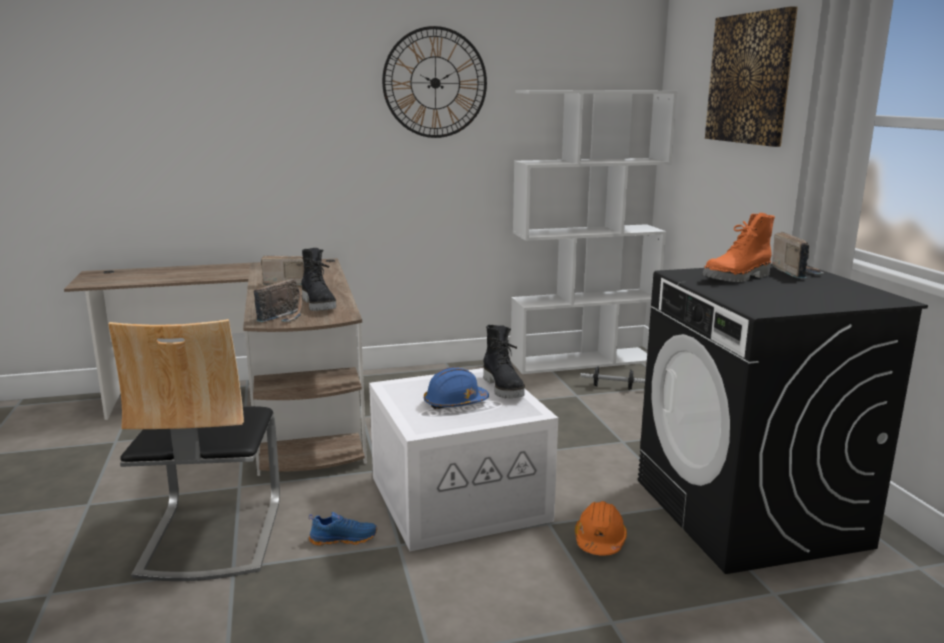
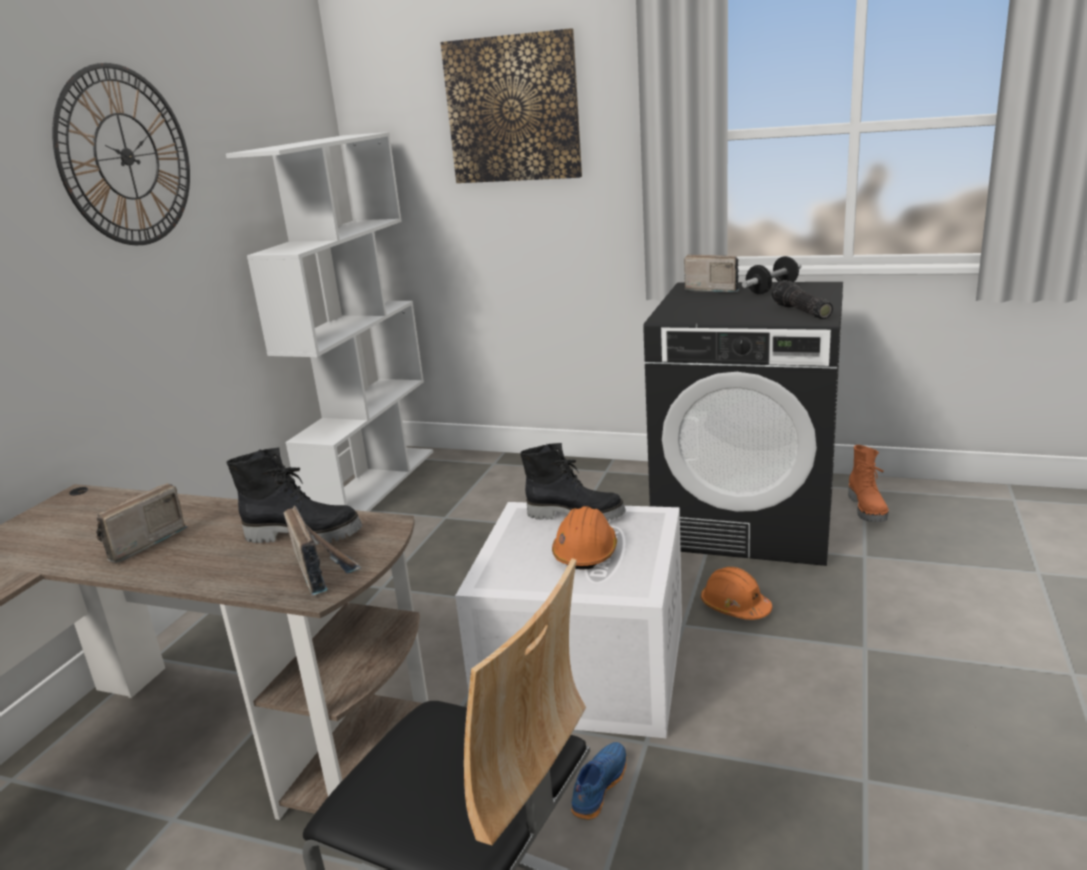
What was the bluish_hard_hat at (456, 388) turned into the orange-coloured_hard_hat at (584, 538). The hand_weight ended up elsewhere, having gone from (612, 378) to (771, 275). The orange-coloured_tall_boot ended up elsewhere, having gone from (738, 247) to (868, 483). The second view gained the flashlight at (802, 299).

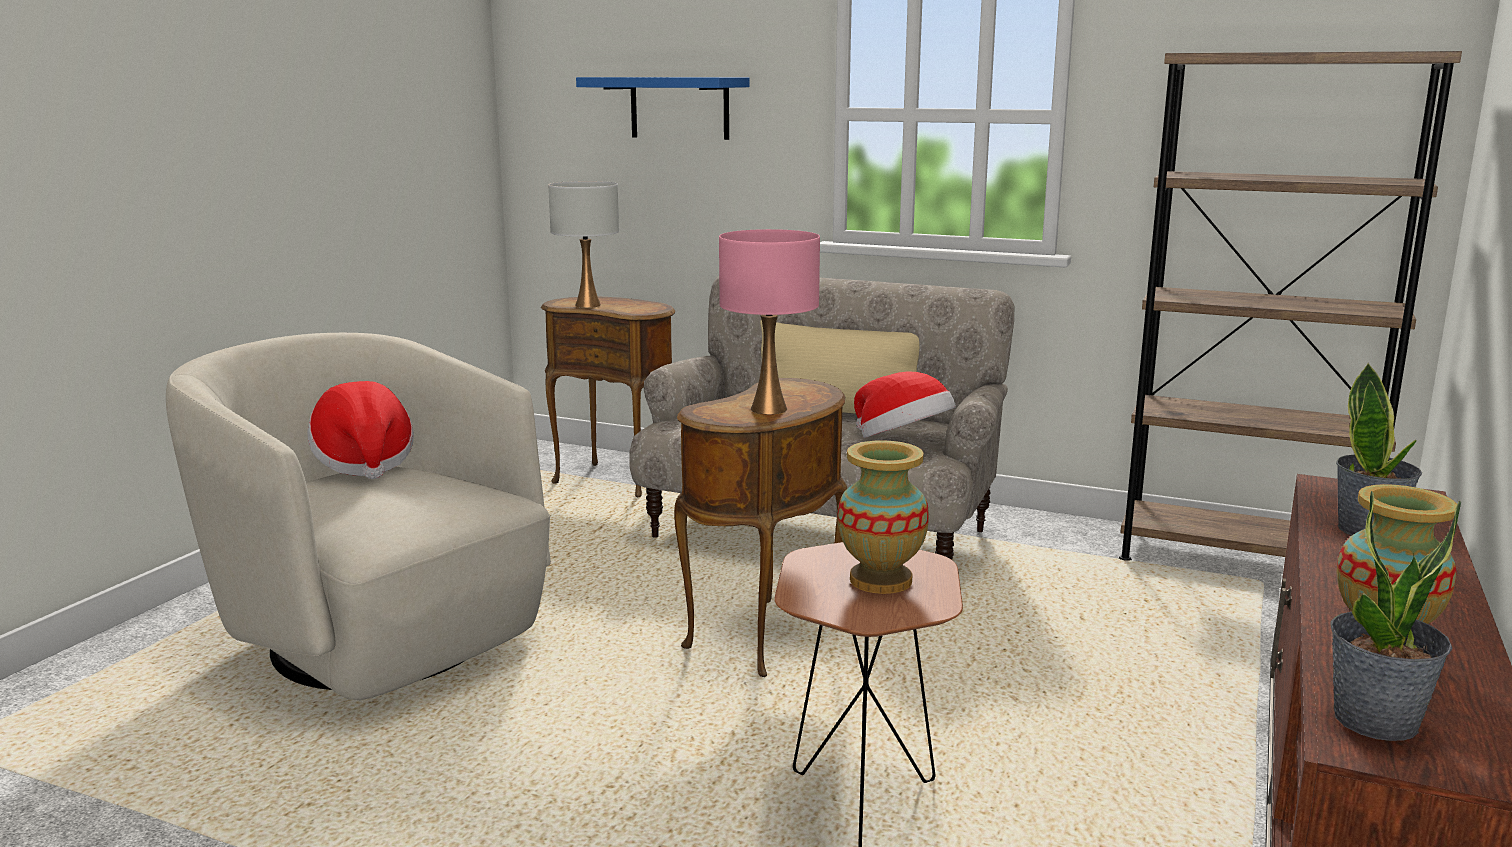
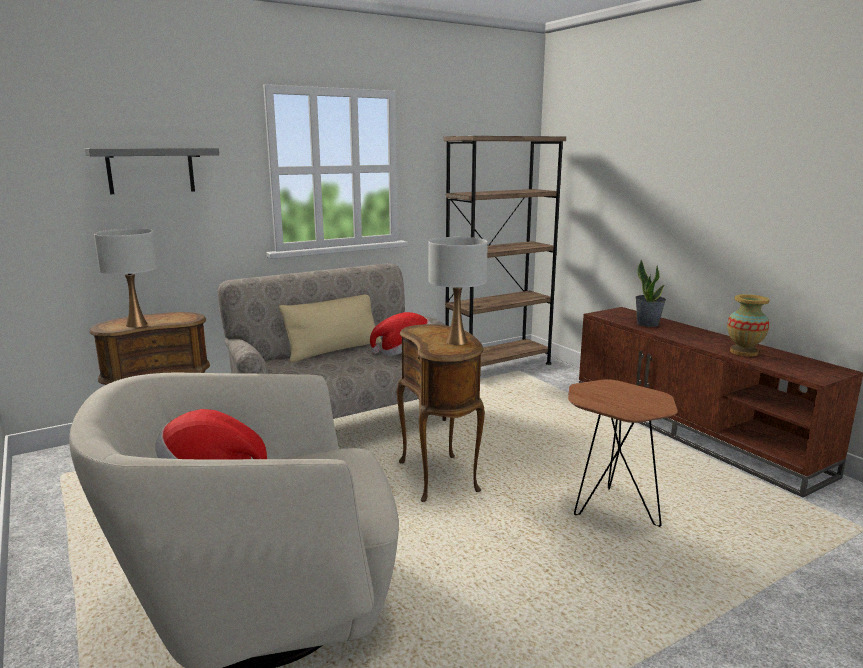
What was the bluish_shelf at (662, 108) turned into the grey_shelf at (152, 171). What was the pinkish_tabletop_lamp at (769, 321) turned into the whitish_tabletop_lamp at (458, 291). The second view lost the flower_vase at (883, 517). The second view lost the potted_plant at (1395, 616).

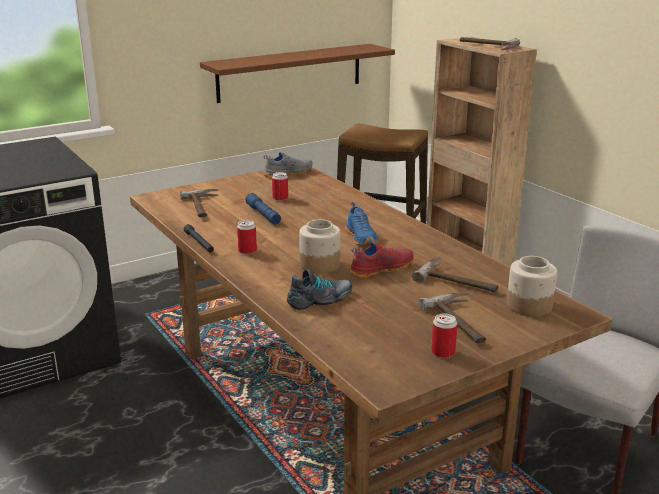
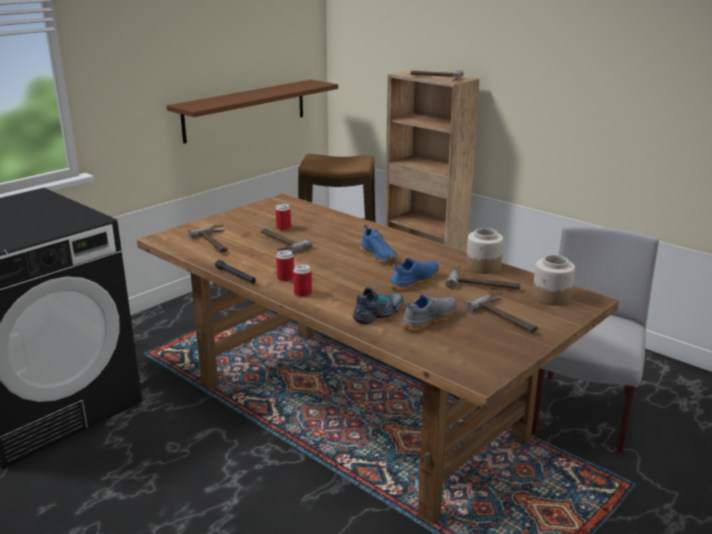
Where the bluish_flashlight stood at (263, 209), the hand_hammer came to stand at (286, 241). The grey_low_shoe ended up elsewhere, having gone from (288, 165) to (429, 312). The storage_jar ended up elsewhere, having gone from (319, 246) to (484, 251). What was the red_low_shoe at (382, 260) turned into the bluish_low_shoe at (414, 274). The metal_can ended up elsewhere, having gone from (444, 336) to (302, 280).

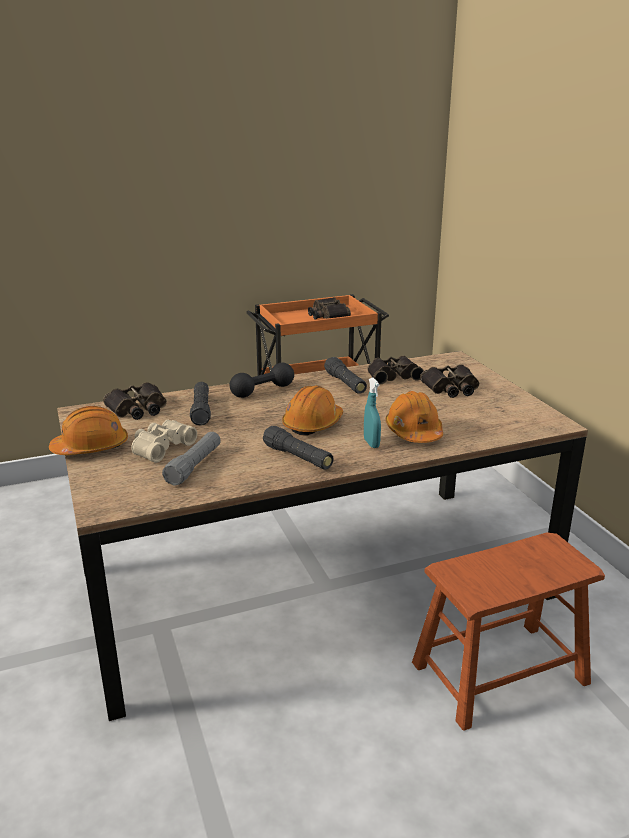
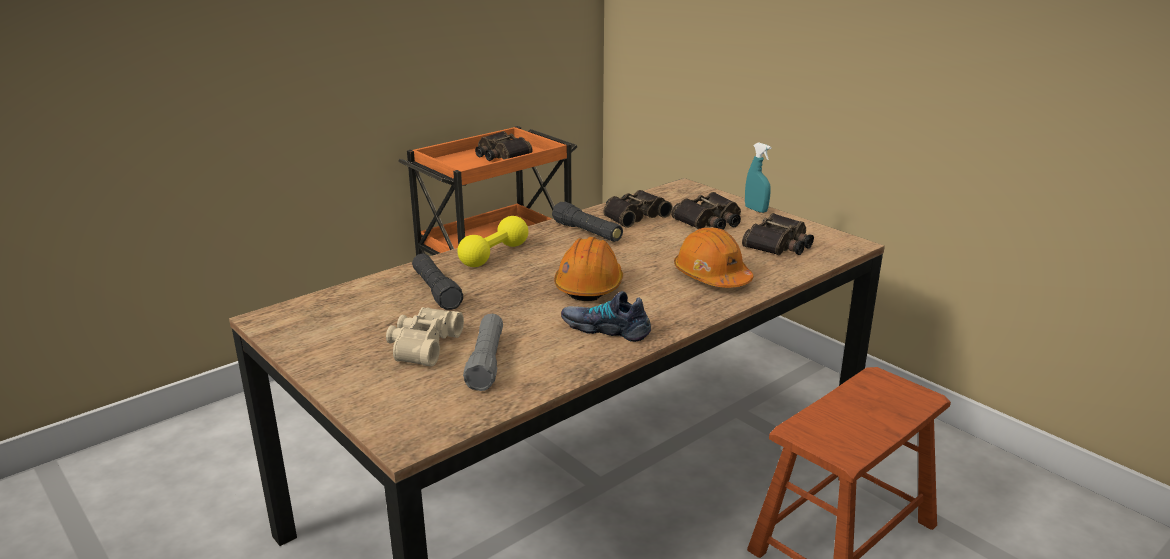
The second view lost the orange-coloured_hard_hat at (88, 430). The field_glasses ended up elsewhere, having gone from (135, 401) to (778, 234). What was the blackish_hand_weight at (262, 380) turned into the yellow-coloured_hand_weight at (492, 241). Where the blackish_flashlight stood at (298, 447), the low_shoe came to stand at (606, 316). The blue-green_hand_sprayer ended up elsewhere, having gone from (372, 413) to (758, 177).

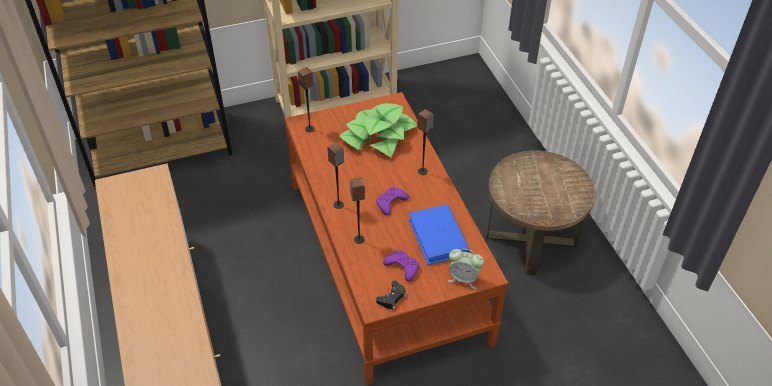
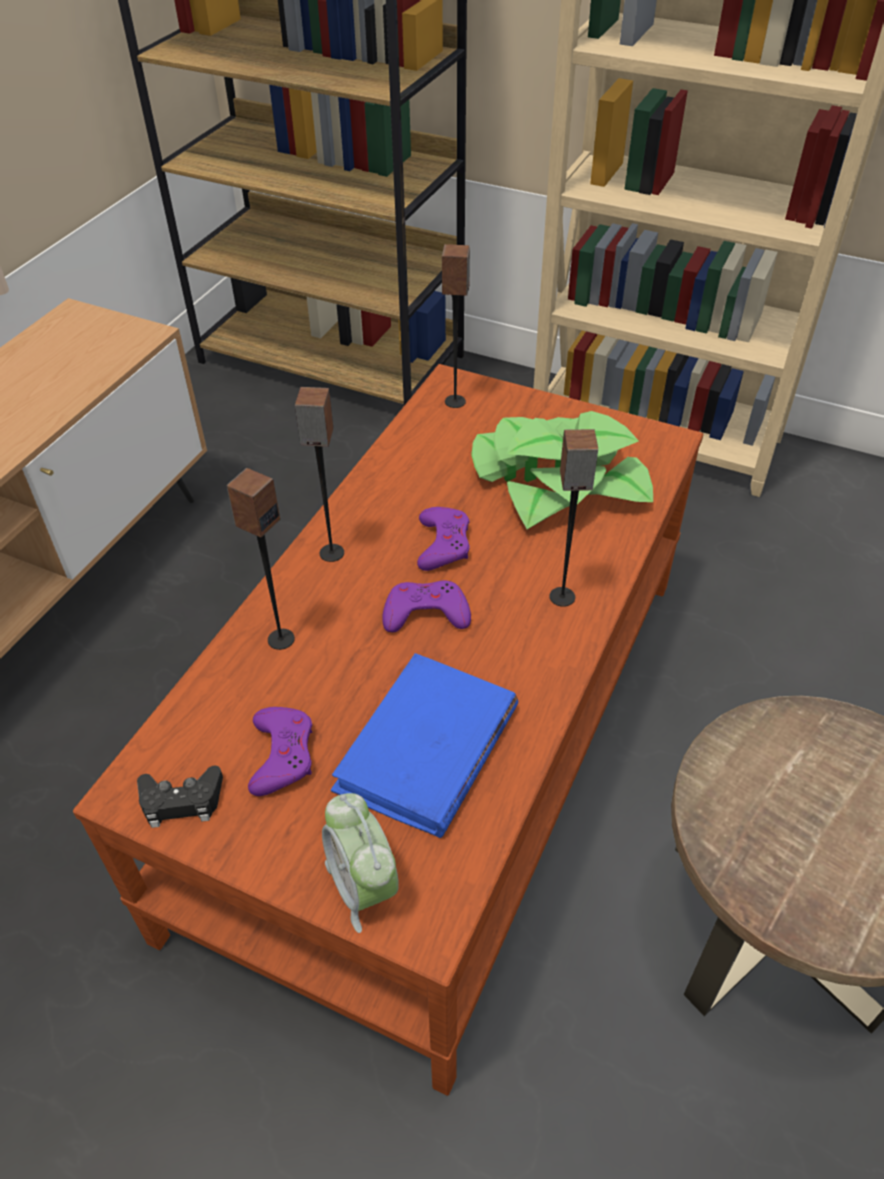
The second view gained the purple_game_controller at (443, 539).

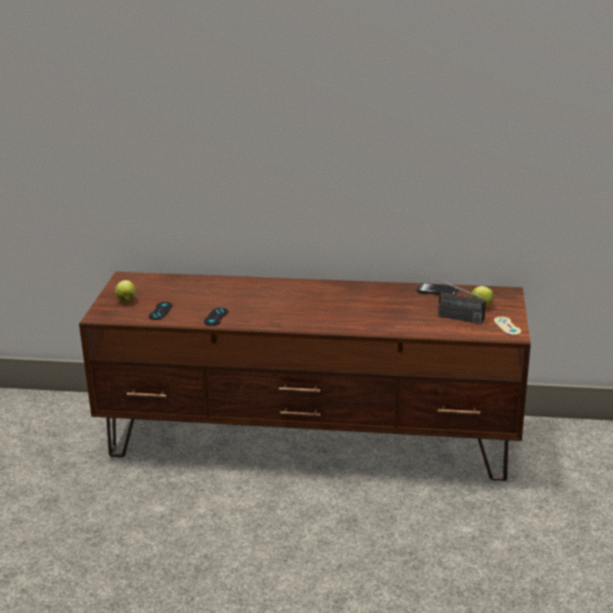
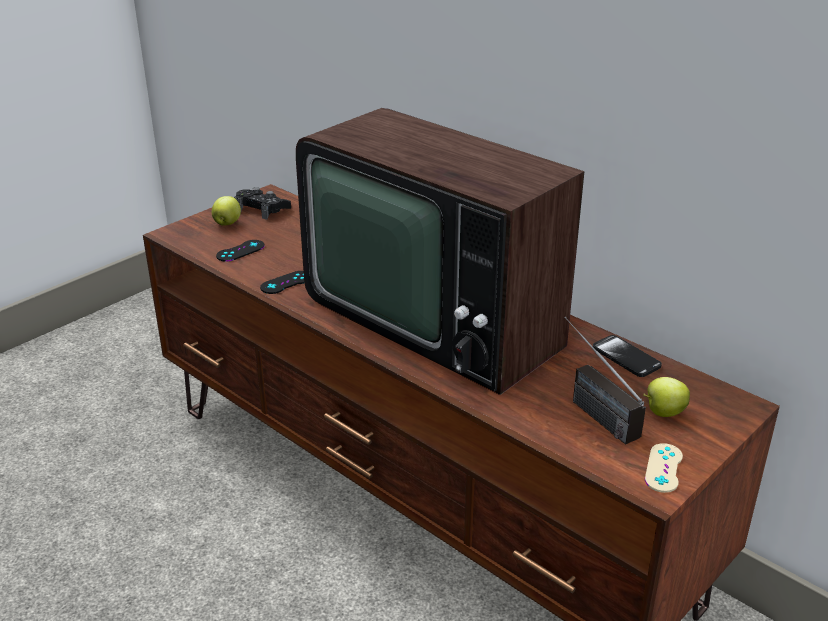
The second view gained the blackish_game_controller at (262, 203). The second view gained the TV at (440, 251).

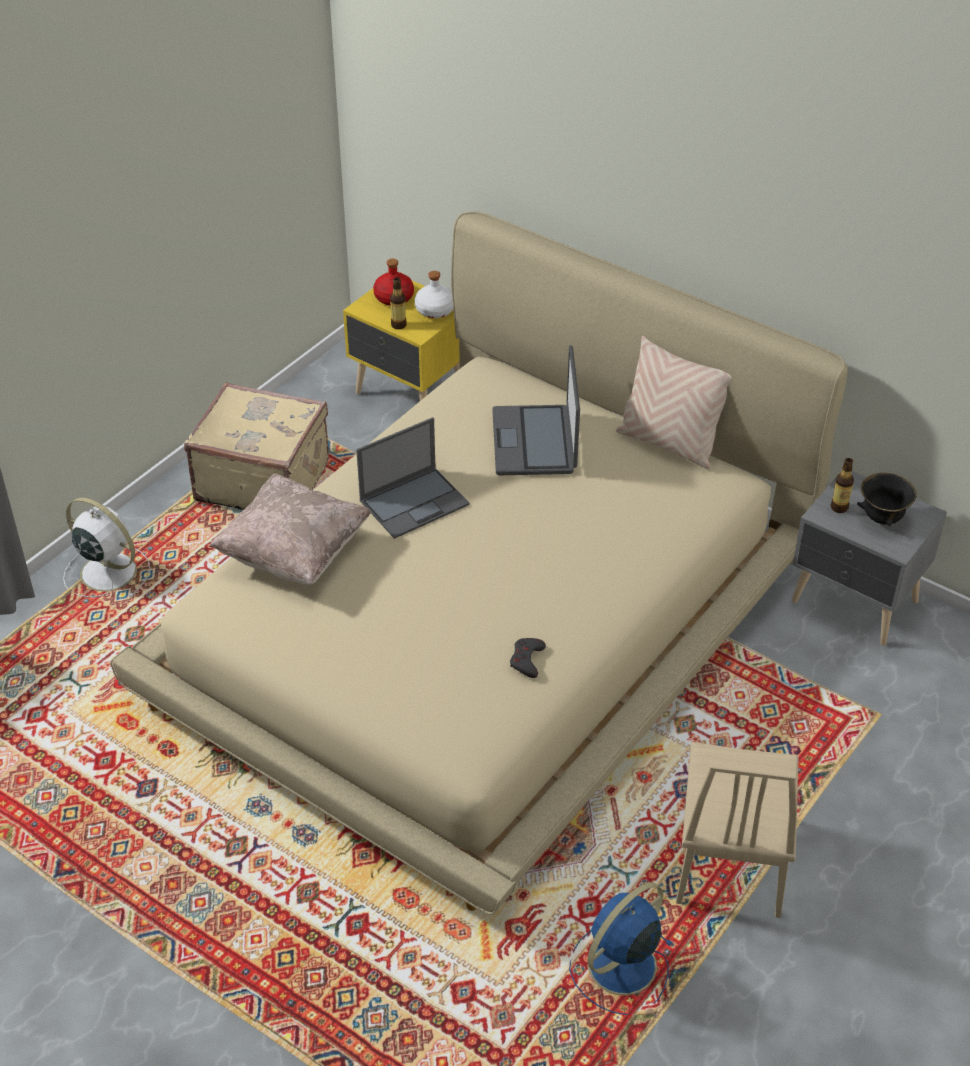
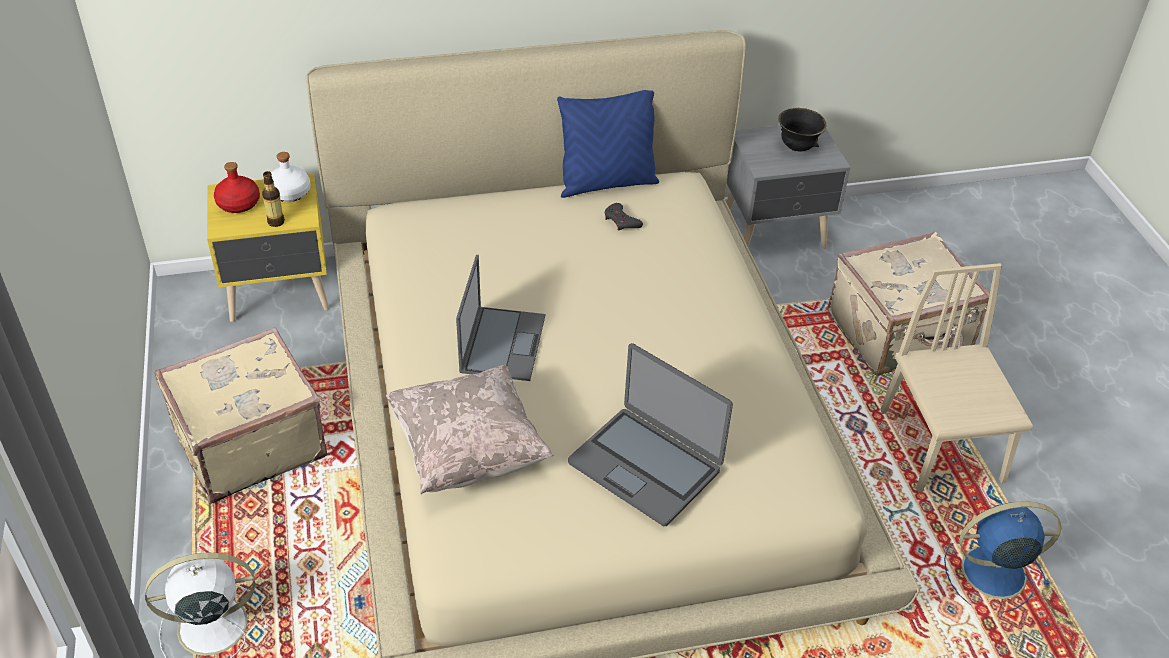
The laptop ended up elsewhere, having gone from (536, 410) to (650, 434). The grey_game_controller ended up elsewhere, having gone from (528, 658) to (623, 217). The bluish_fan at (621, 948) ended up facing another way, 90 degrees clockwise from before. What was the beige-coloured_pillow at (673, 402) turned into the bluish_pillow at (608, 144). The beige-coloured_plain_chair at (737, 830) ended up facing another way, 150 degrees counterclockwise from before. The second view lost the drink_bottle at (842, 485). The second view gained the beige-coloured_piece_of_luggage at (909, 304).

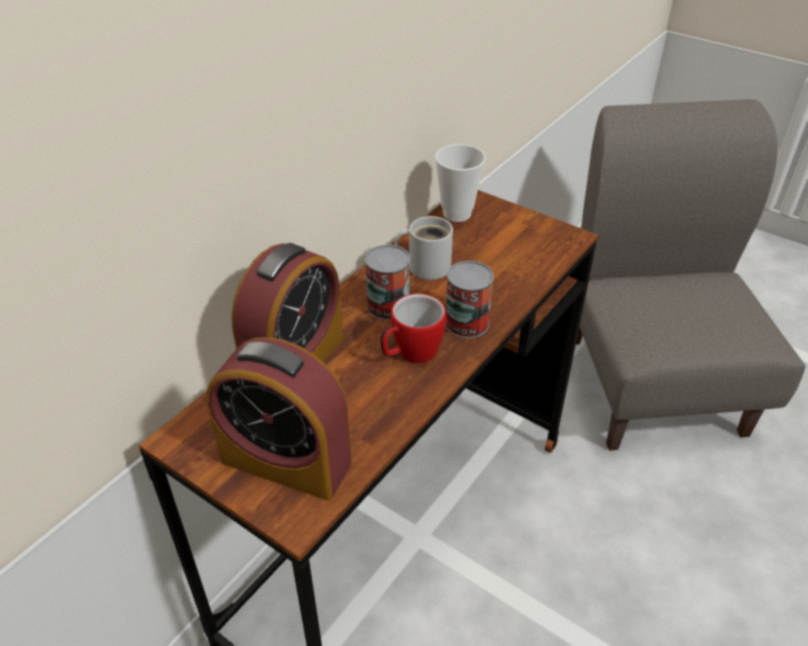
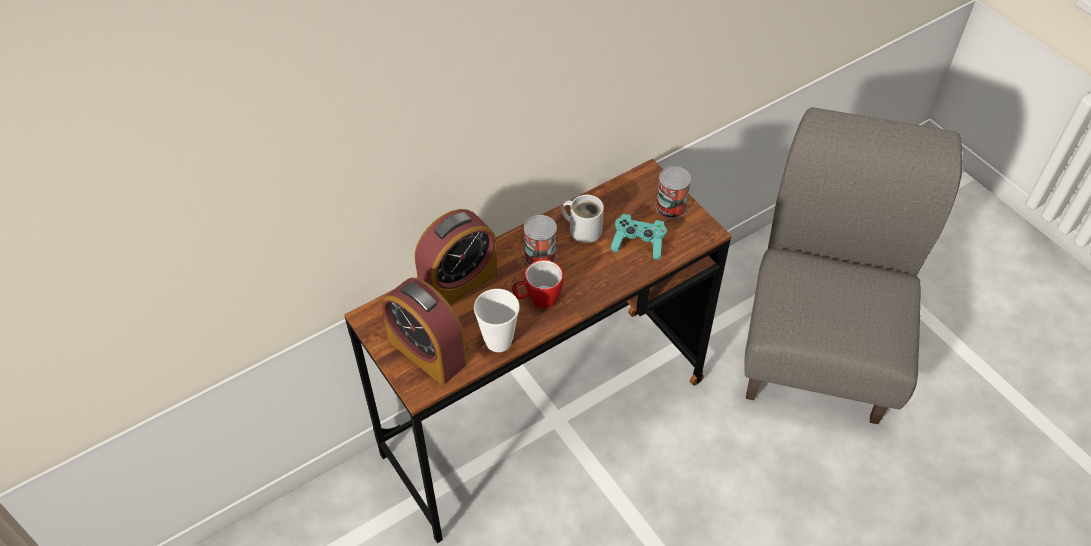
The cup ended up elsewhere, having gone from (460, 183) to (497, 320). The metal_can ended up elsewhere, having gone from (470, 299) to (673, 192). The second view gained the blue-green_game_controller at (638, 237).

